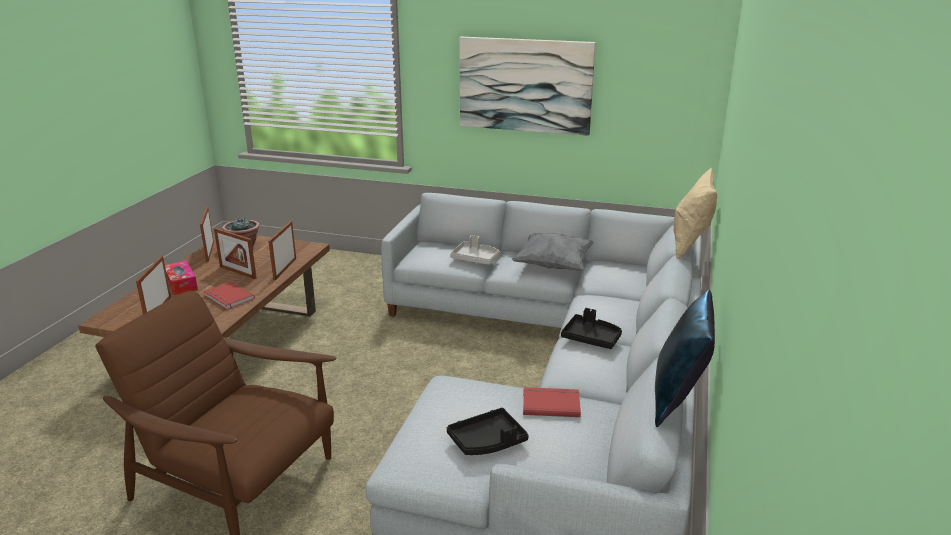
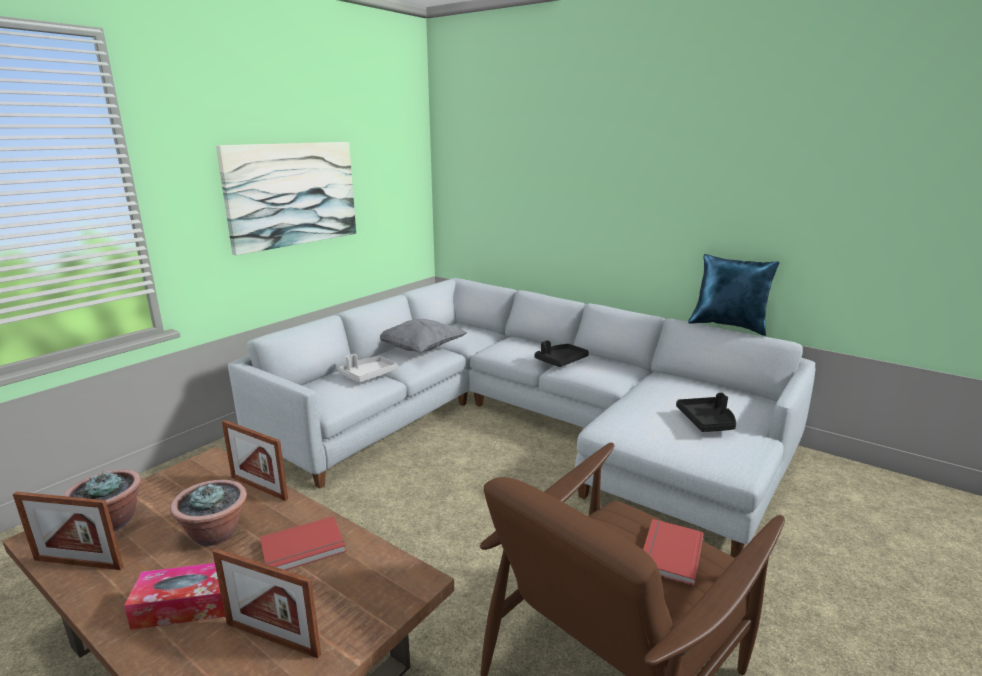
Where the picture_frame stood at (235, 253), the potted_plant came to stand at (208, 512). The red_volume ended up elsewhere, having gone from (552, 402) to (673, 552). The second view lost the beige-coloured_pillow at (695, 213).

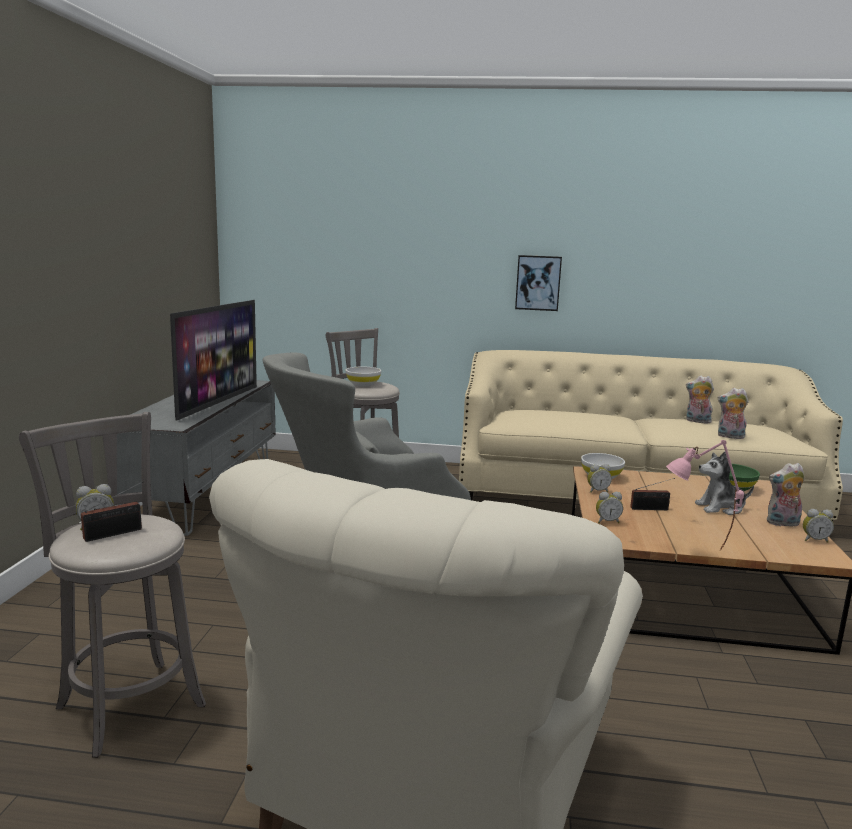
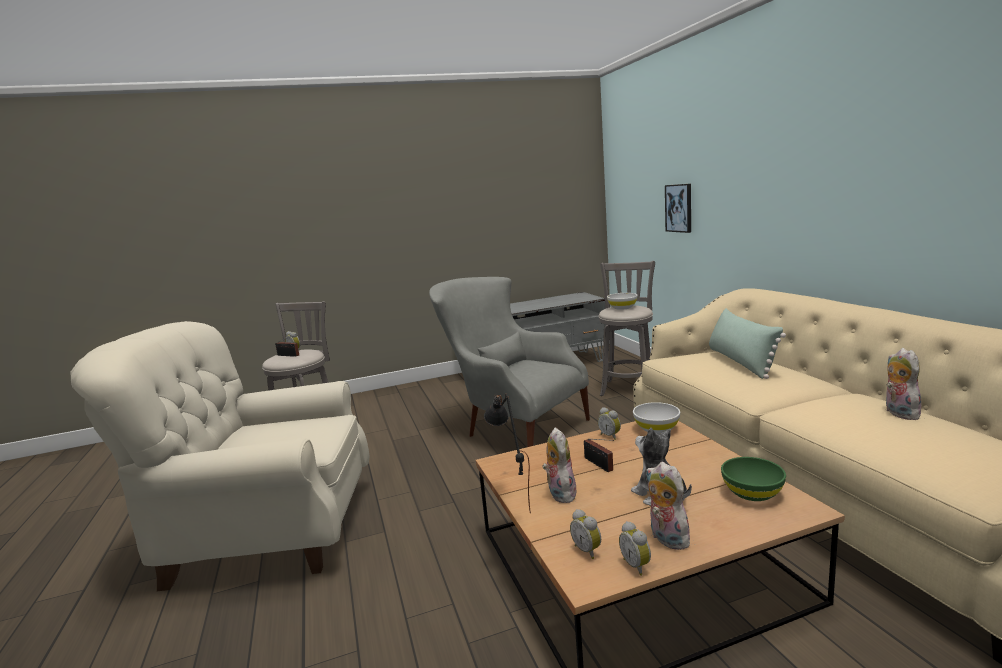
The second view lost the TV at (213, 360). The wall_picture ended up elsewhere, having gone from (538, 283) to (678, 208). The bedside_clock ended up elsewhere, having gone from (609, 507) to (585, 534). What was the pinkish_tabletop_lamp at (705, 495) turned into the blackish_tabletop_lamp at (507, 454). The plush_toy ended up elsewhere, having gone from (733, 413) to (559, 465). The second view gained the greenish_pillow at (747, 343).

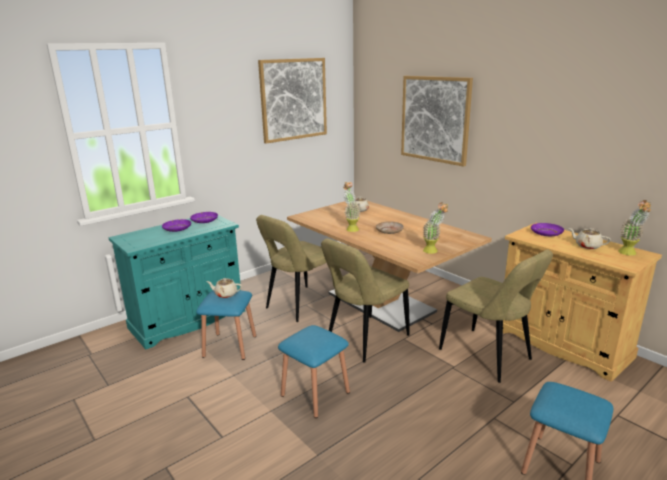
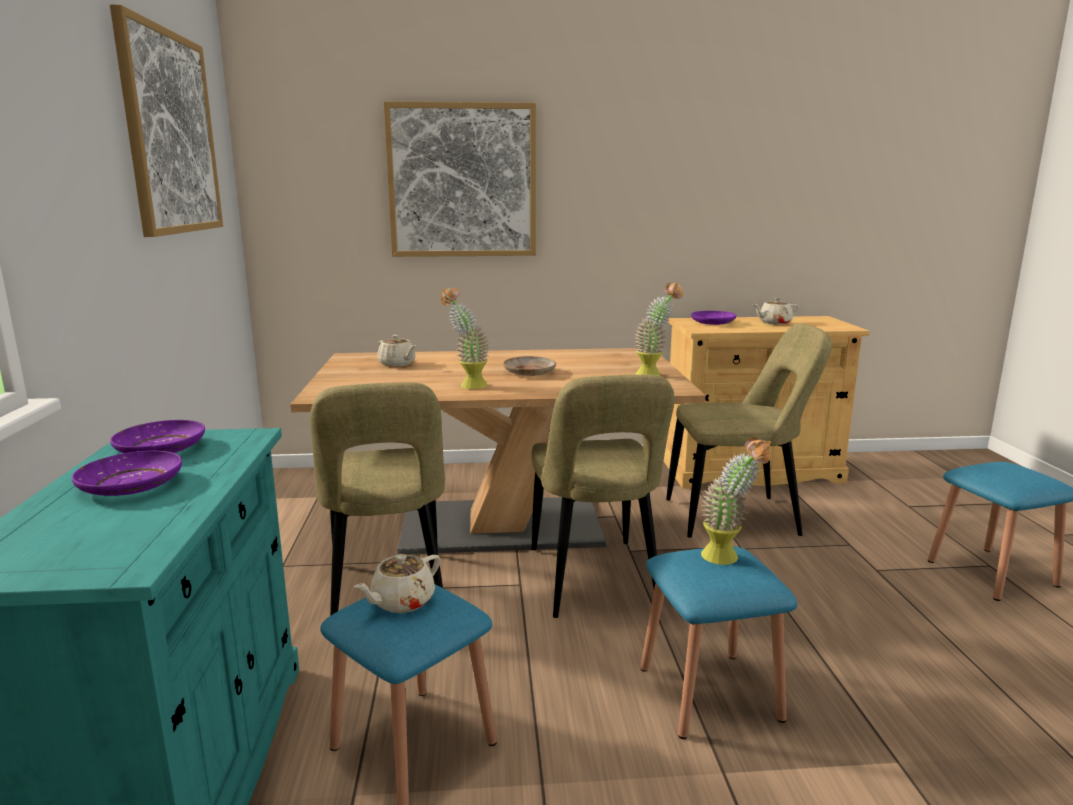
The potted_plant ended up elsewhere, having gone from (635, 227) to (736, 501).

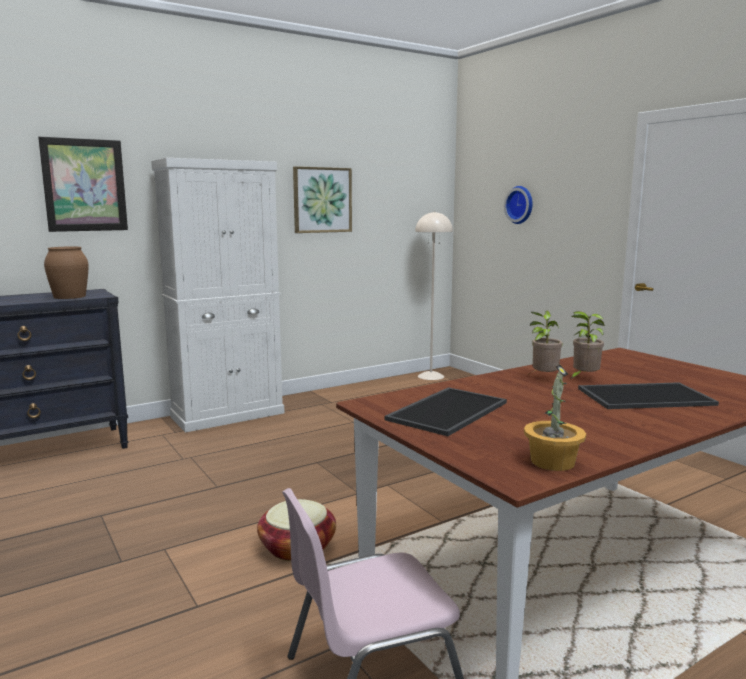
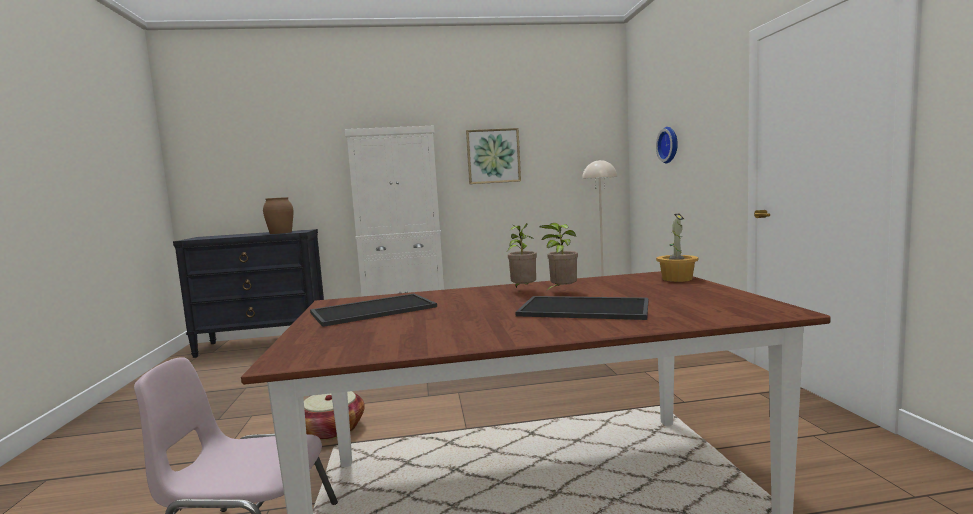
The second view lost the wall_picture at (83, 184). The potted_plant ended up elsewhere, having gone from (555, 417) to (677, 247).

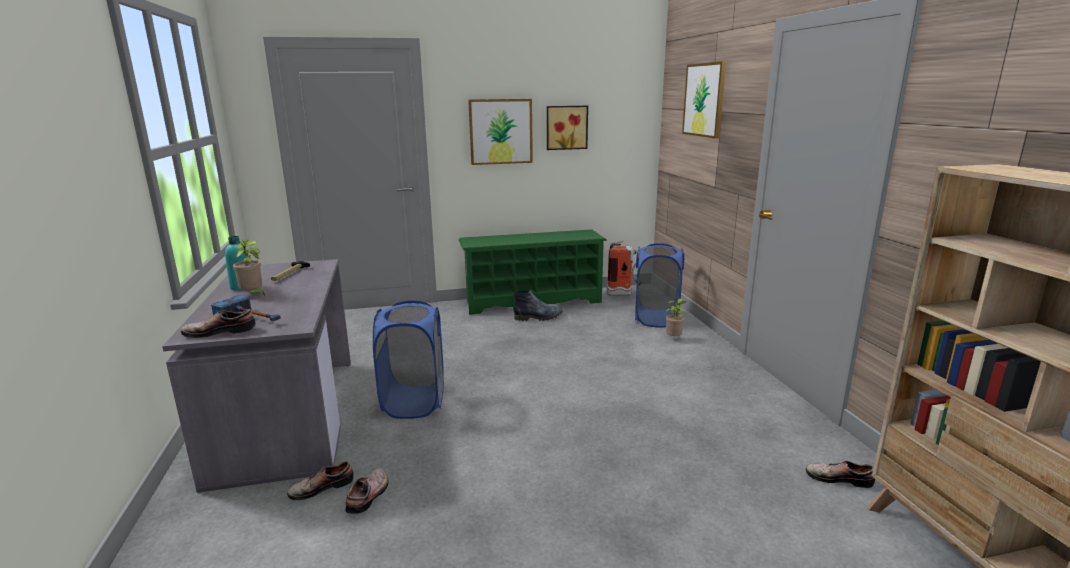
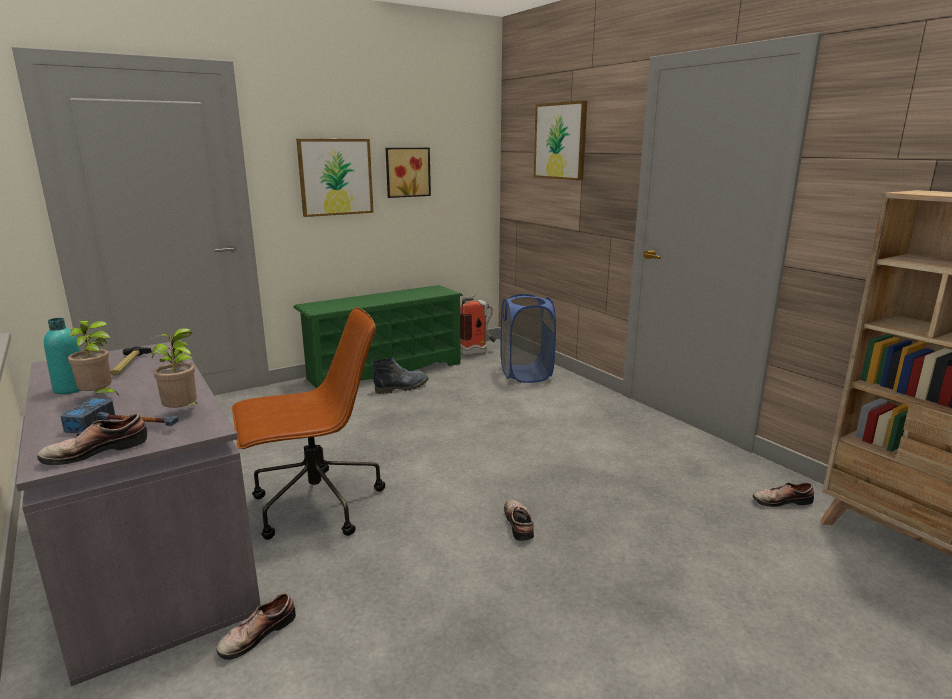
The low_shoe ended up elsewhere, having gone from (367, 491) to (519, 520). Where the bluish_hamper stood at (408, 360), the brown_computer_chair came to stand at (308, 423). The potted_plant ended up elsewhere, having gone from (676, 317) to (174, 368).

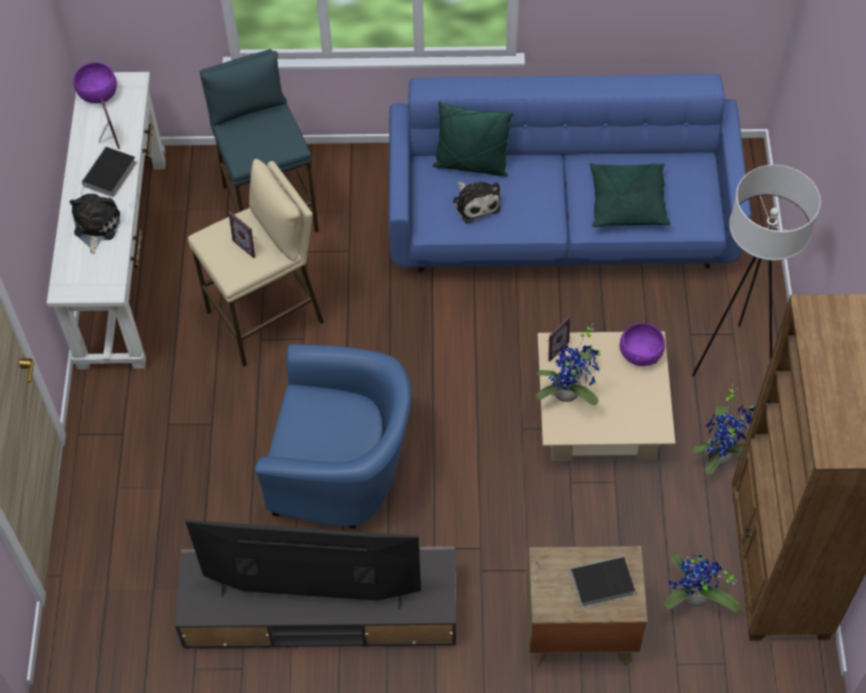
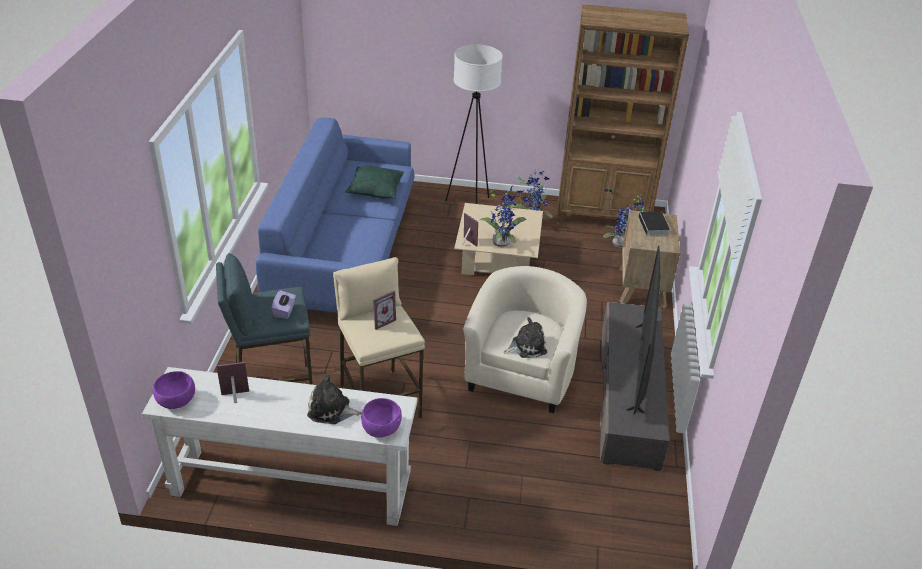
The second view lost the volume at (108, 172). What was the bluish_easy_chair at (333, 436) turned into the beige-coloured_easy_chair at (525, 339). The second view lost the greenish_pillow at (473, 139). The plush_toy ended up elsewhere, having gone from (476, 202) to (525, 337). The purple_bowl ended up elsewhere, having gone from (642, 344) to (381, 418). The second view gained the purple_box_of_tissues at (283, 304).

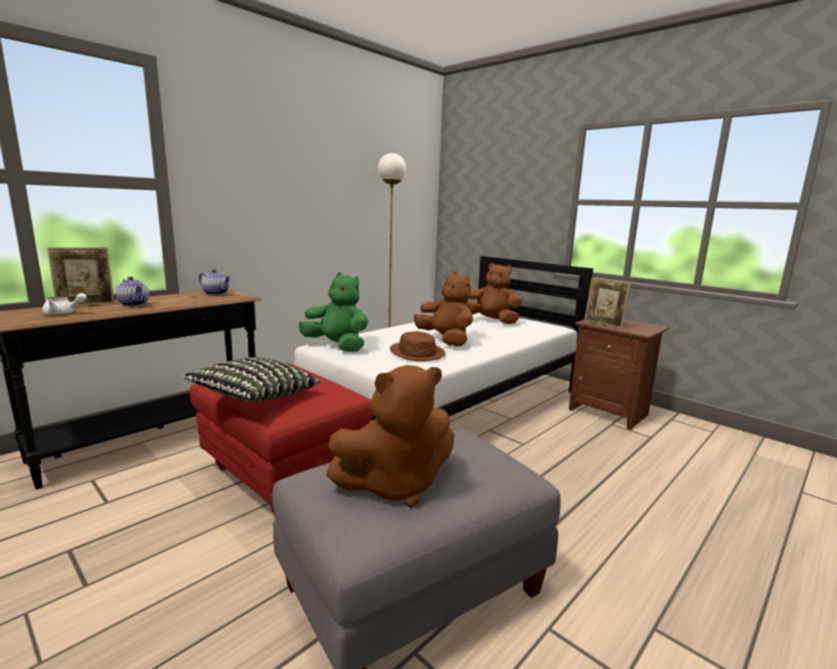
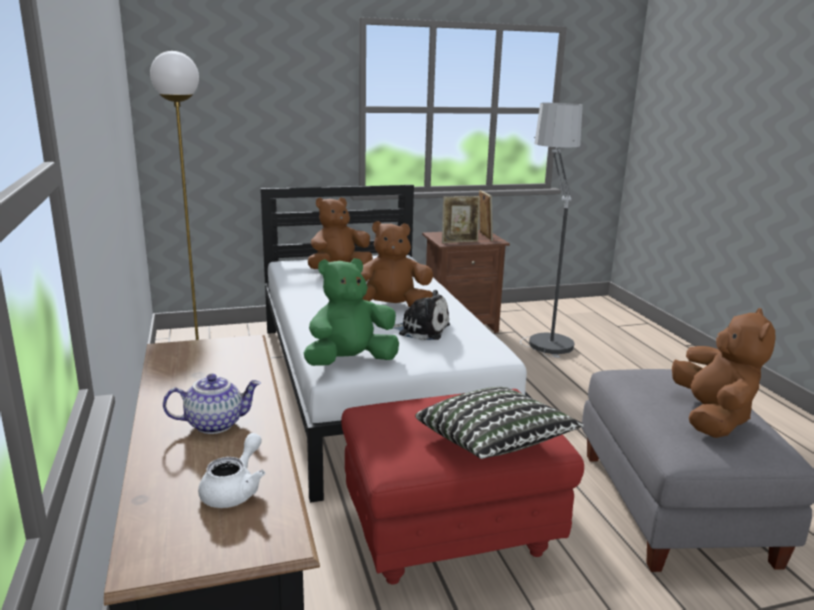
The picture_frame ended up elsewhere, having gone from (81, 276) to (486, 215). The second view lost the pot_for_tea at (215, 282). Where the brown_clothing_hat stood at (418, 346), the plush_toy came to stand at (421, 315). The second view gained the floor_lamp at (551, 230).

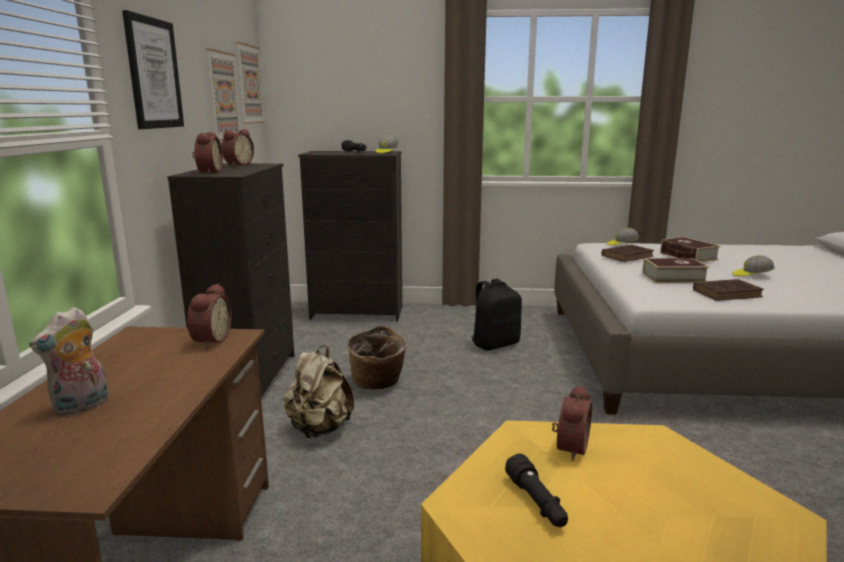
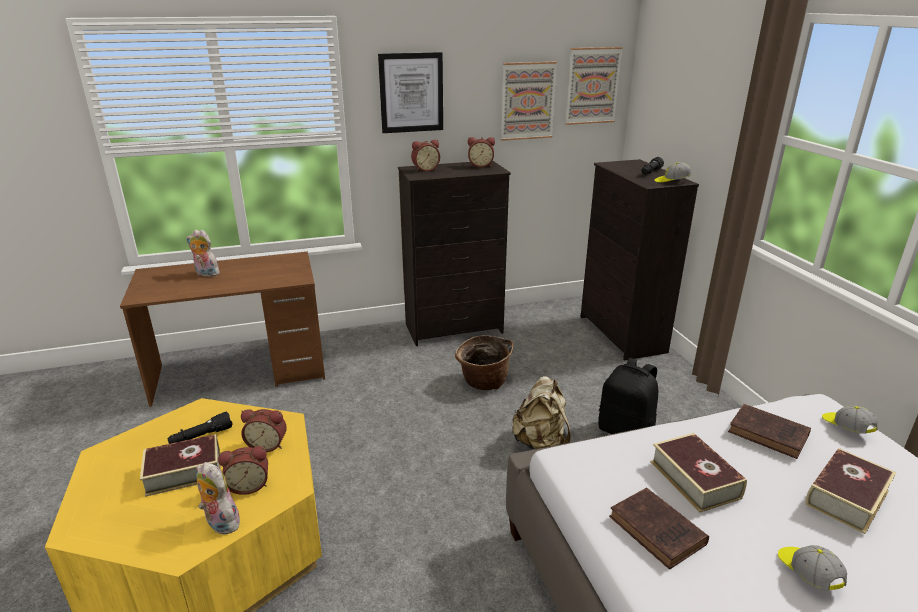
The bedside_clock ended up elsewhere, having gone from (209, 316) to (243, 470). The beige-coloured_backpack ended up elsewhere, having gone from (318, 391) to (541, 413). The second view gained the volume at (180, 465). The second view gained the plush_toy at (218, 498).

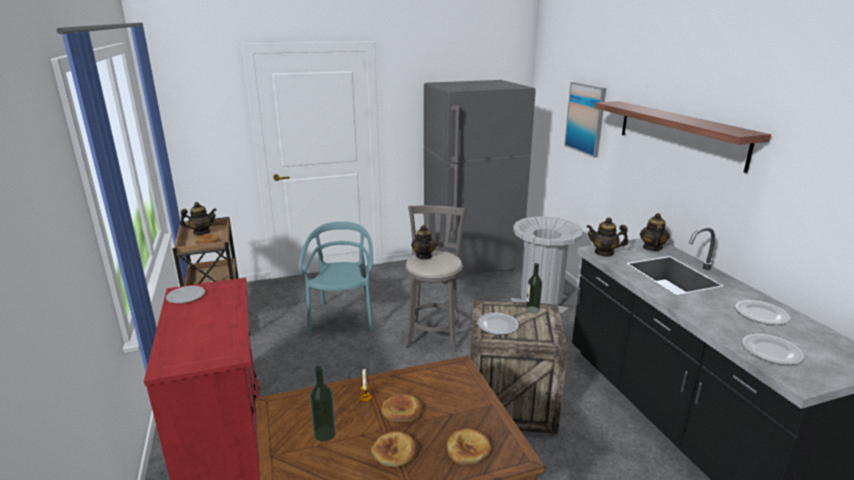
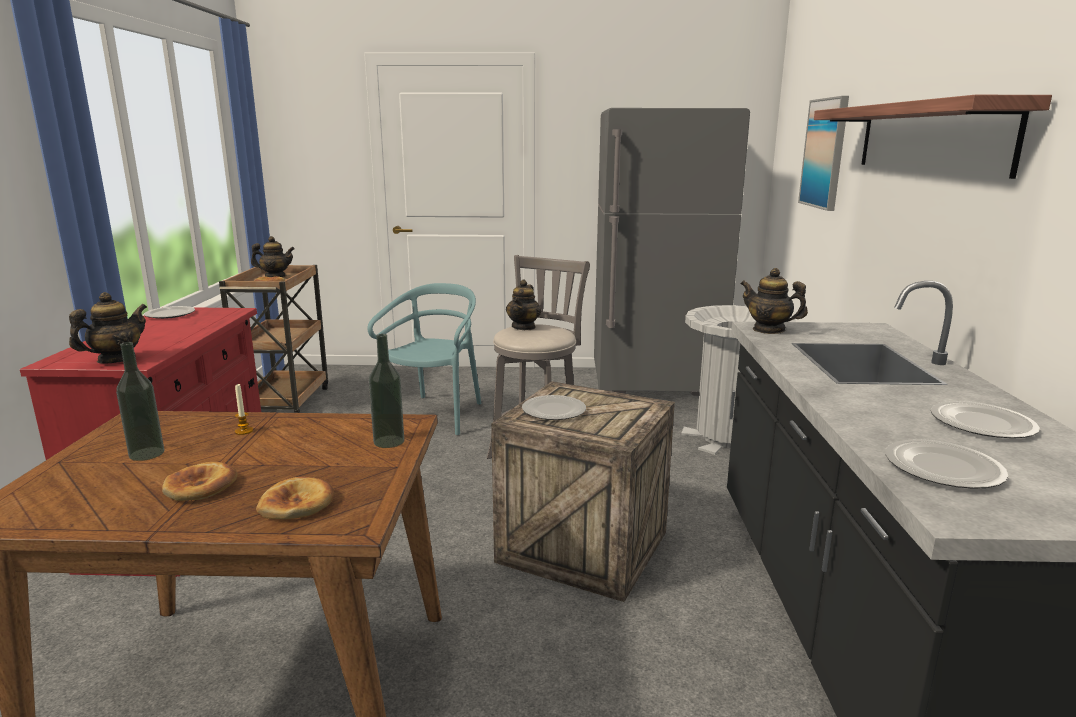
The second view lost the baked_bread at (402, 408). The drink_bottle ended up elsewhere, having gone from (534, 288) to (386, 391). The pot_for_tea ended up elsewhere, having gone from (655, 232) to (108, 328).

